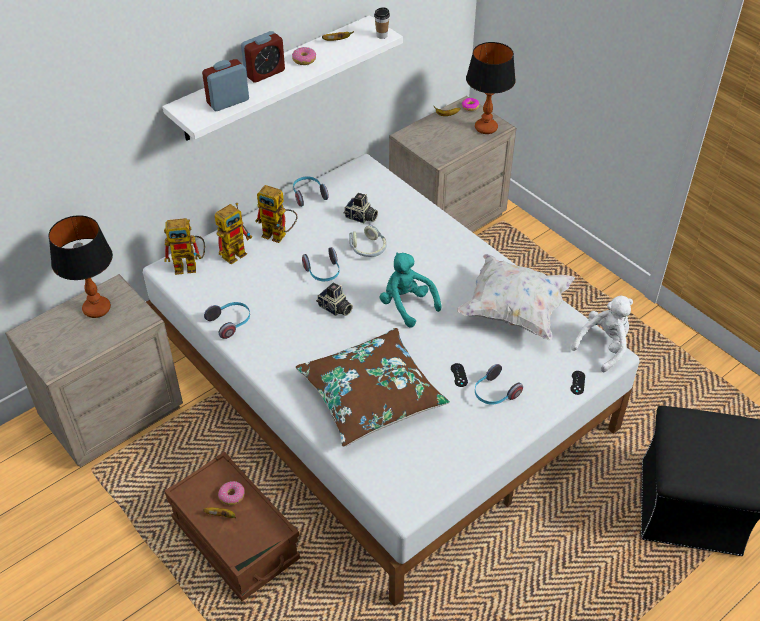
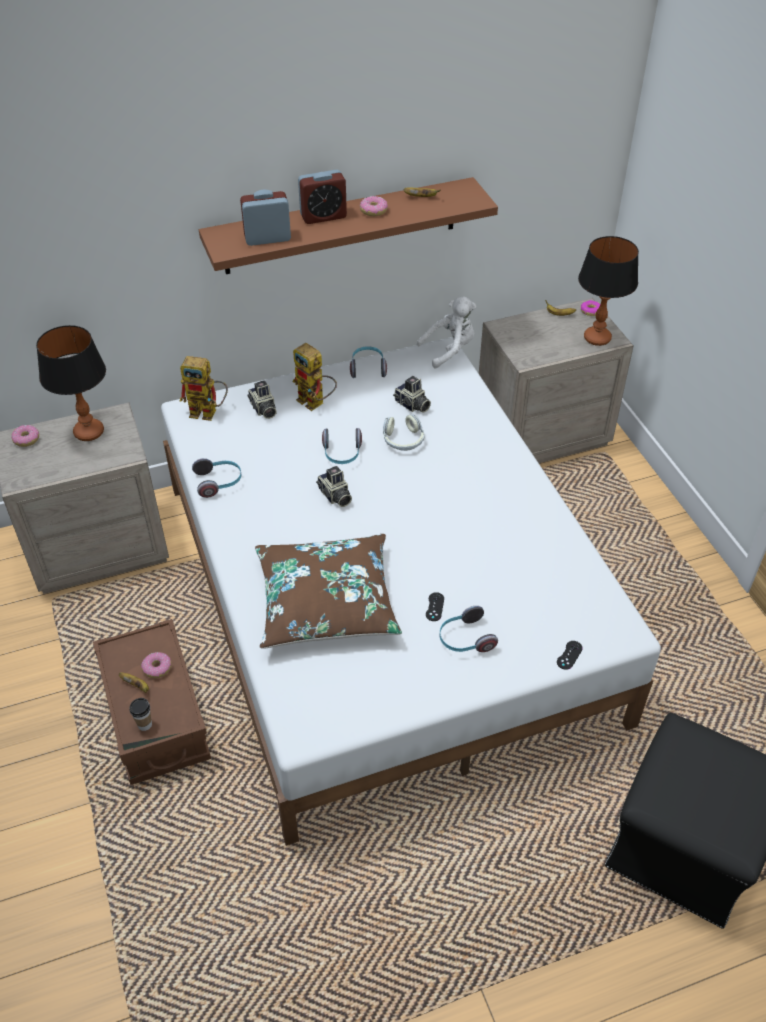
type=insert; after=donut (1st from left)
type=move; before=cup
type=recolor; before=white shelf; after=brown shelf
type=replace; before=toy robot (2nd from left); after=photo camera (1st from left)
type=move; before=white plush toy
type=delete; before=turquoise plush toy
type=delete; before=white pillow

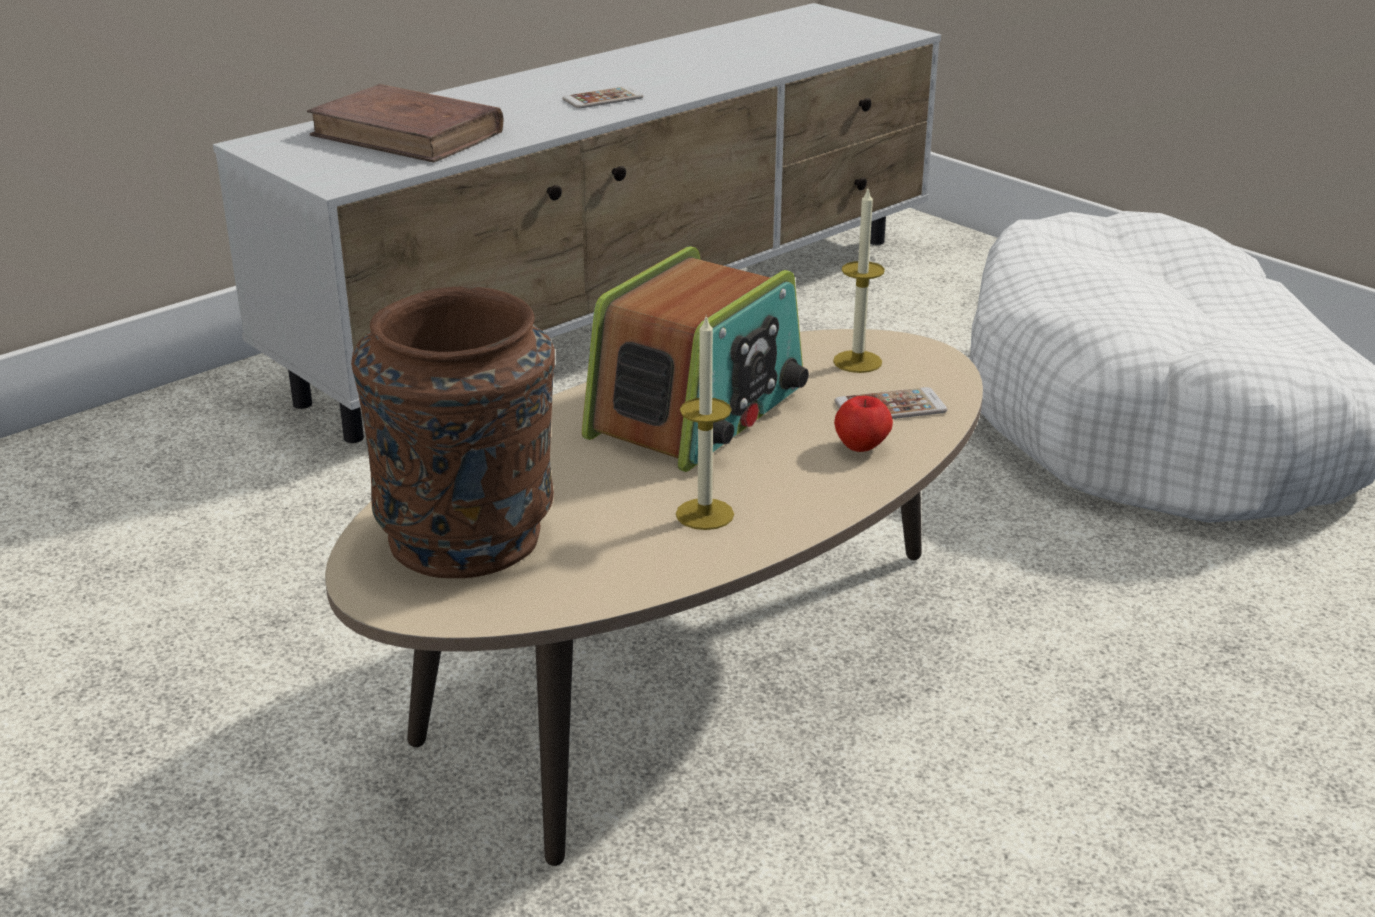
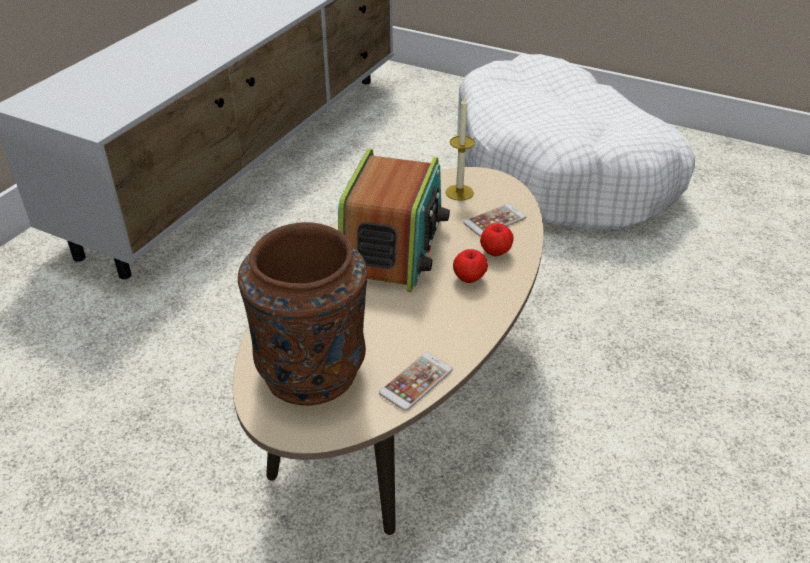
type=move; before=phone (1st from left)
type=insert; after=apple (1st from left)
type=delete; before=brown book
type=delete; before=candle (1st from left)

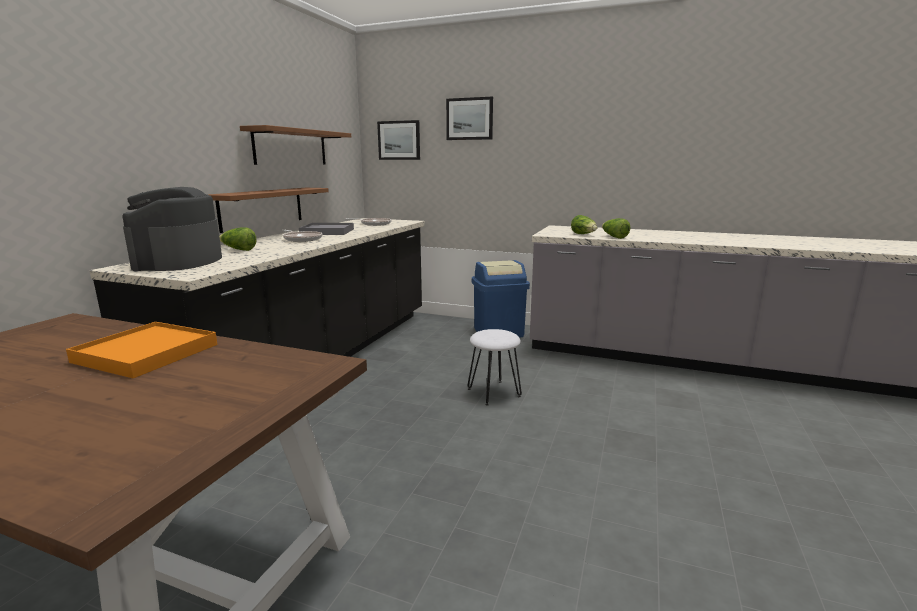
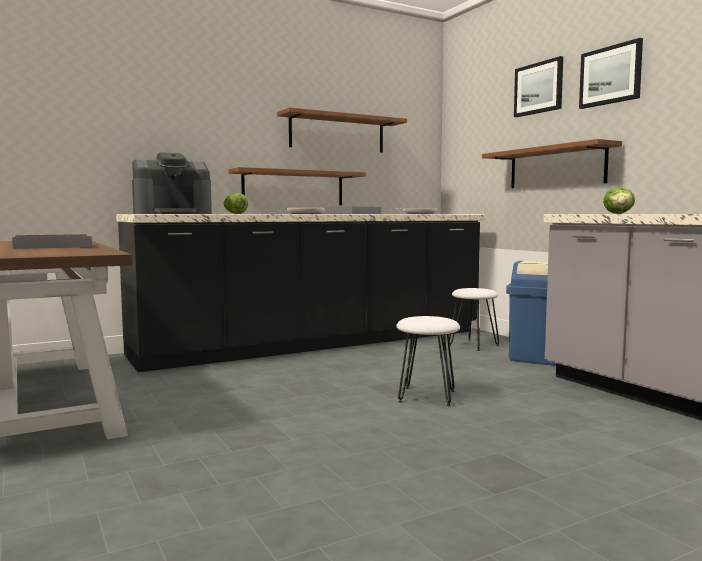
type=recolor; before=orange tray; after=grey tray (1st from left)
type=rotate; before=coffee machine; turn=-150
type=insert; after=white stool (2nd from left)
type=insert; after=brown shelf (3rd from left)
type=move; before=picture (1st from left in the first image); after=picture (2nd from left)
type=delete; before=lettuce (3rd from left)

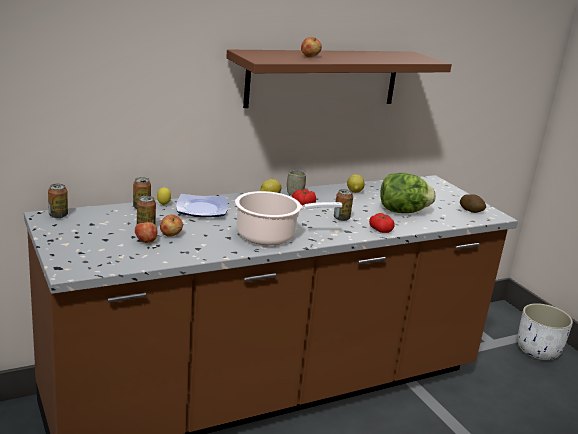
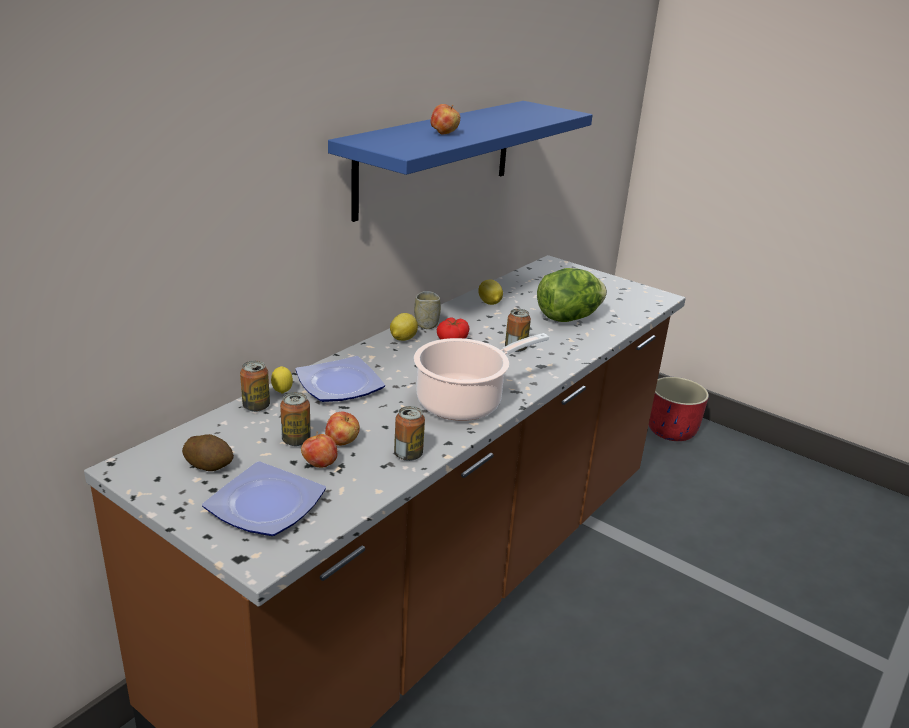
type=move; before=potato
type=insert; after=plate (1st from left)
type=recolor; before=brown shelf; after=blue shelf
type=move; before=can (1st from left in the first image); after=can (3rd from left)
type=recolor; before=white planter; after=red planter
type=delete; before=tomato (2nd from left)

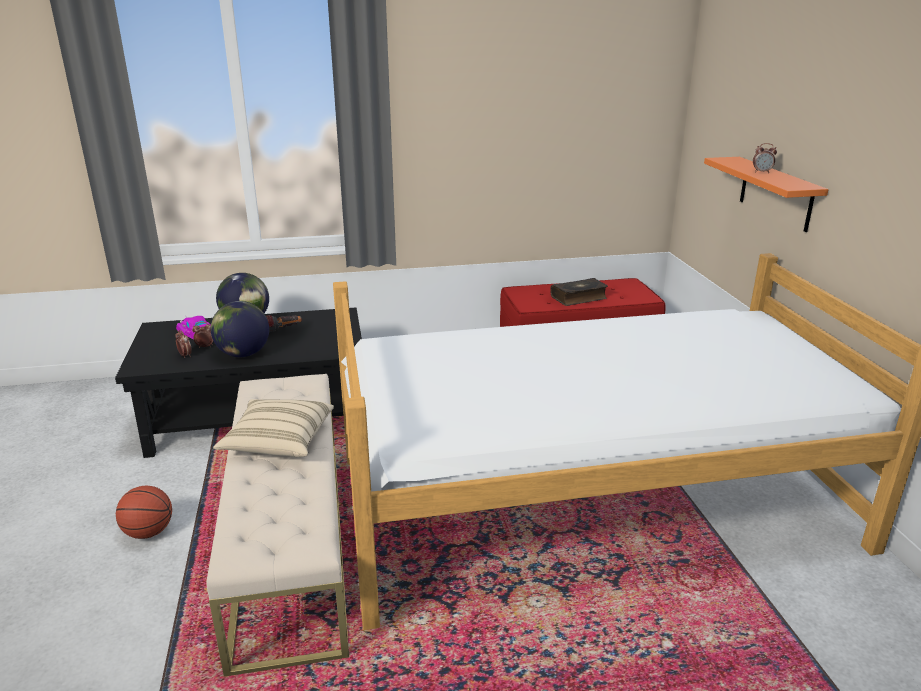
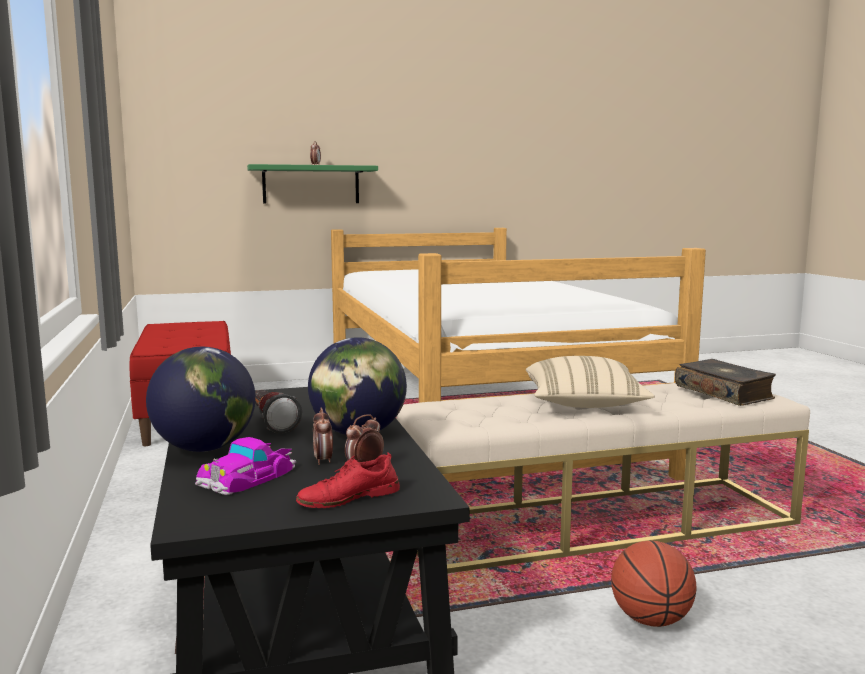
type=recolor; before=orange shelf; after=green shelf
type=insert; after=red shoe
type=move; before=book

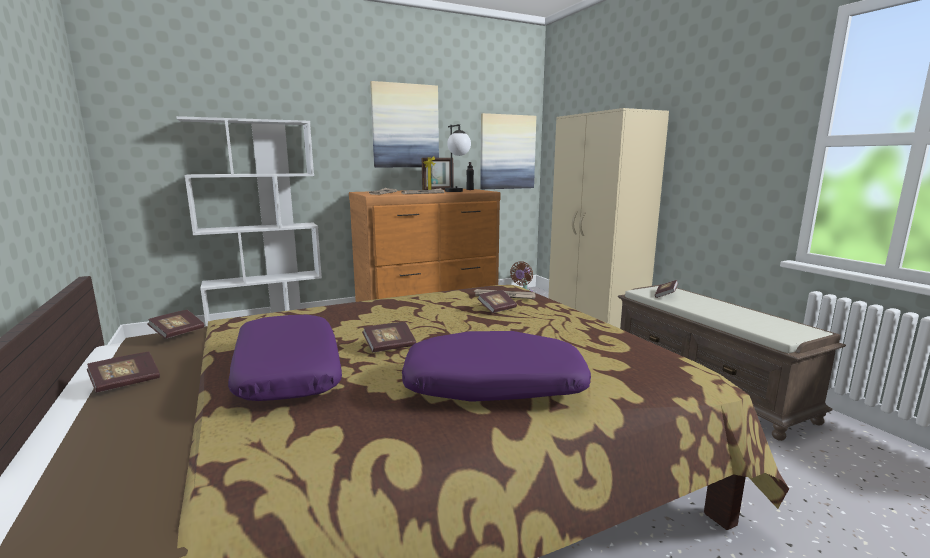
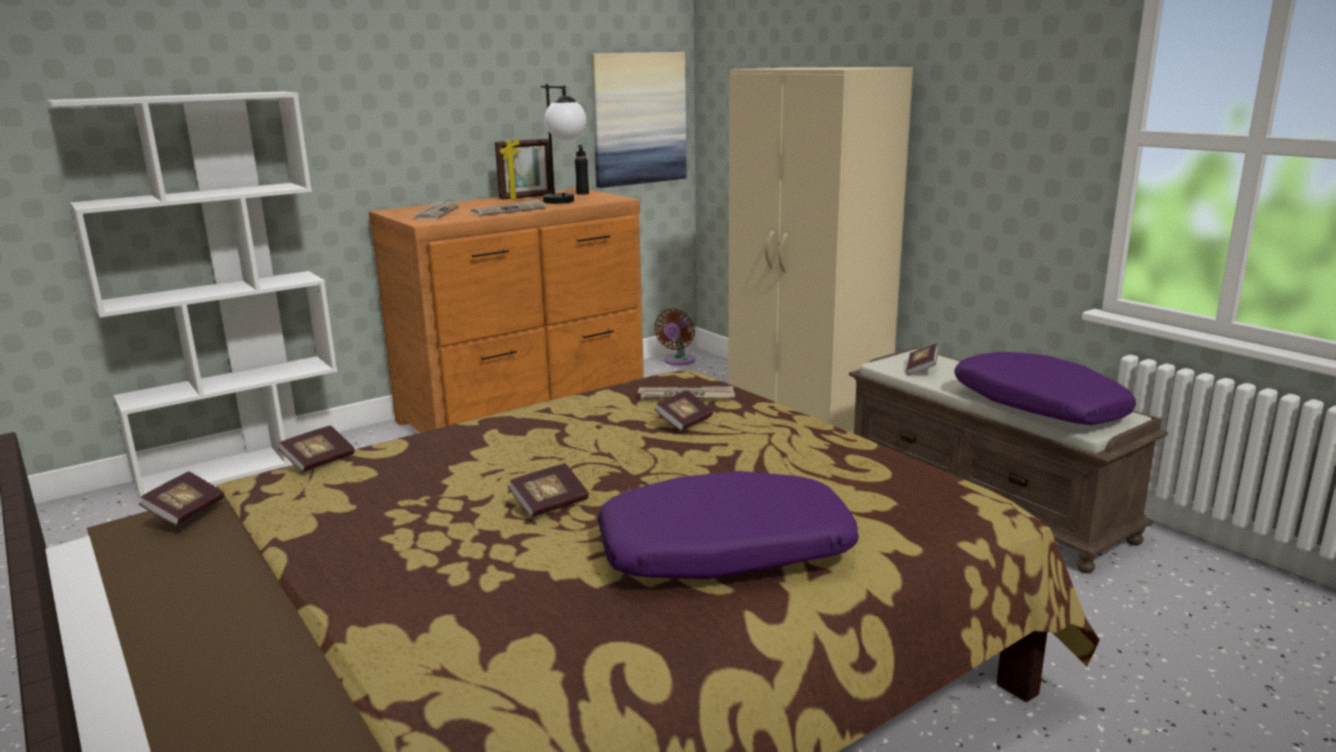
type=move; before=book (1st from left in the first image); after=book (2nd from left)
type=move; before=purple pillow (1st from left in the first image); after=purple pillow (2nd from left)
type=delete; before=picture (1st from left)

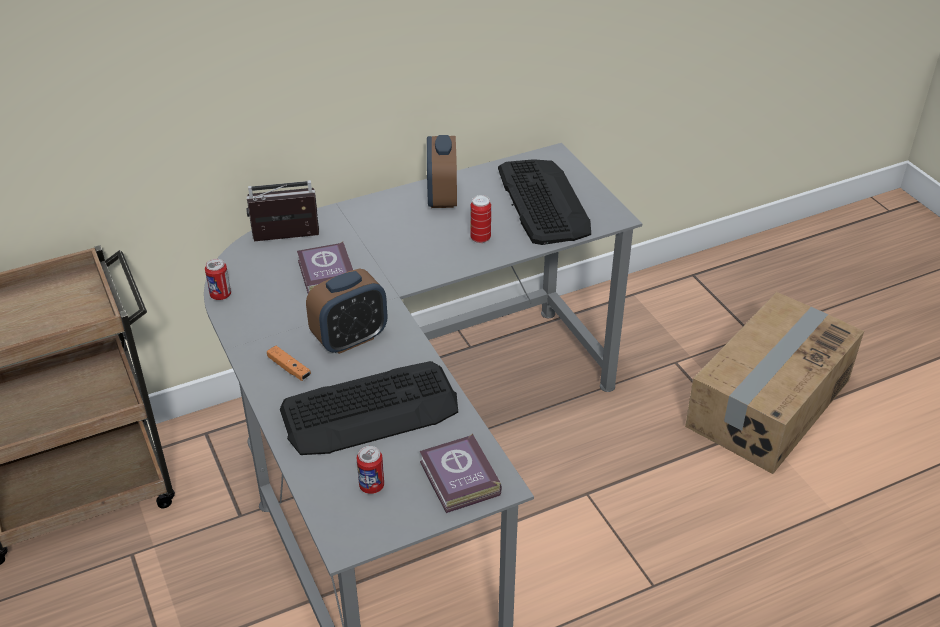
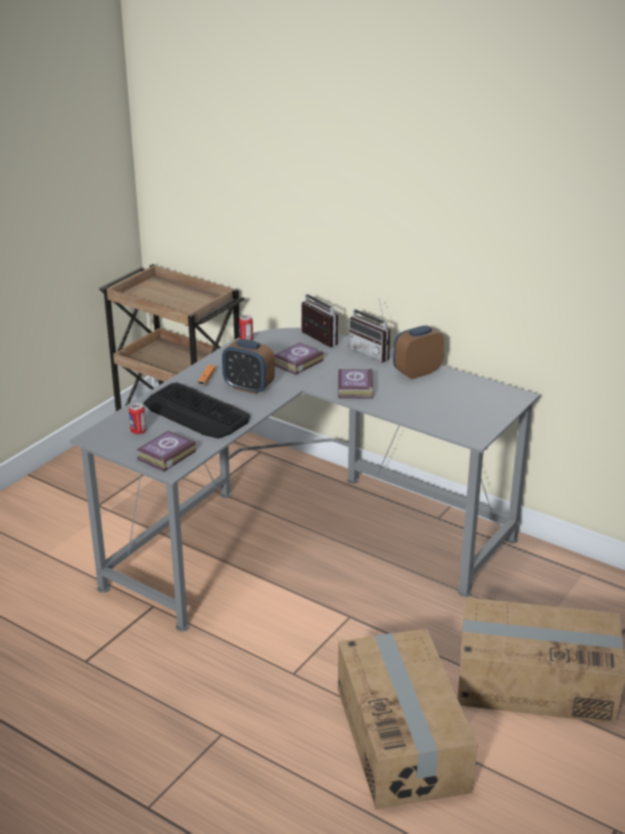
type=insert; after=book (3rd from left)
type=insert; after=cardboard box (1st from left)
type=insert; after=radio (2nd from left)
type=delete; before=can (3rd from left)
type=delete; before=keyboard (2nd from left)

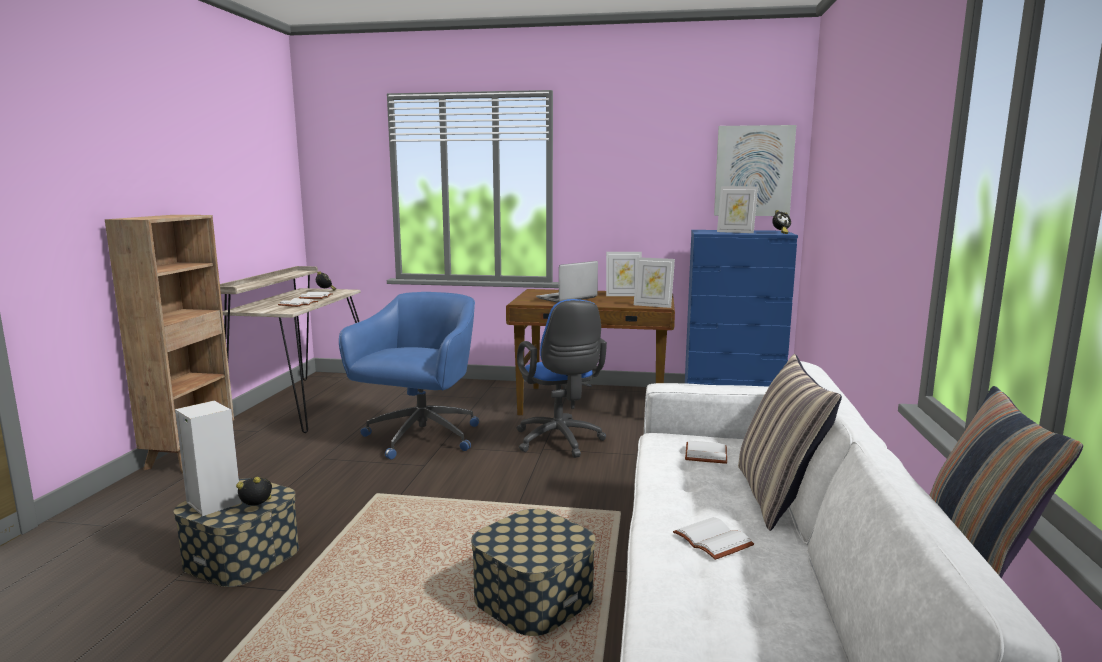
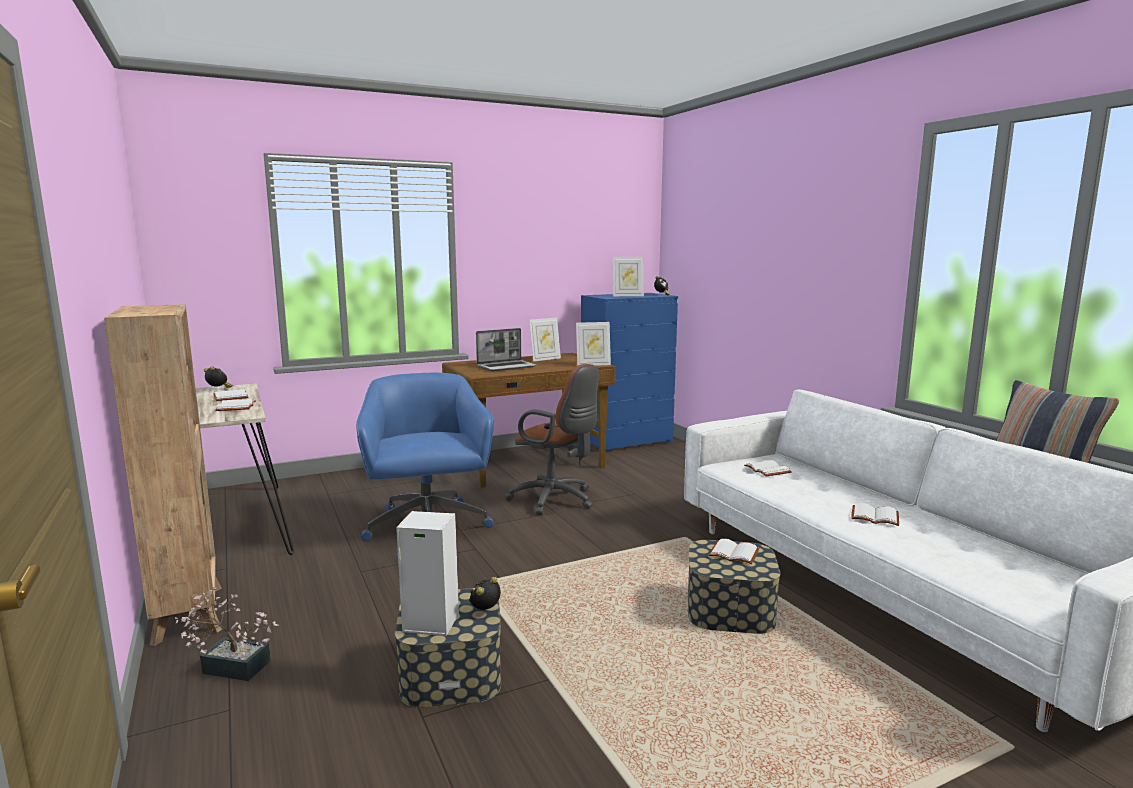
type=insert; after=potted plant
type=rotate; before=laptop; turn=-135
type=recolor; before=blue office chair (2nd from left); after=brown office chair
type=insert; after=white book (3rd from left)
type=delete; before=picture
type=delete; before=pillow (1st from left)

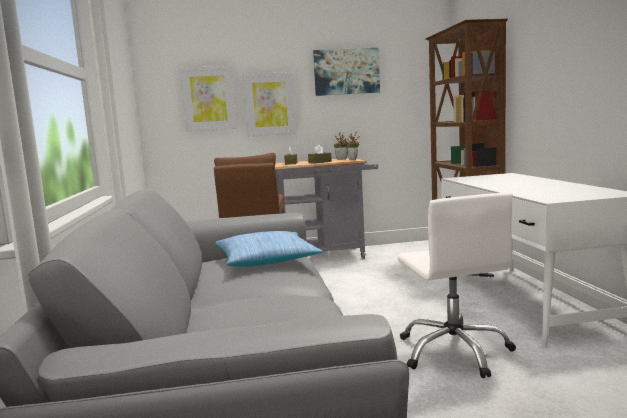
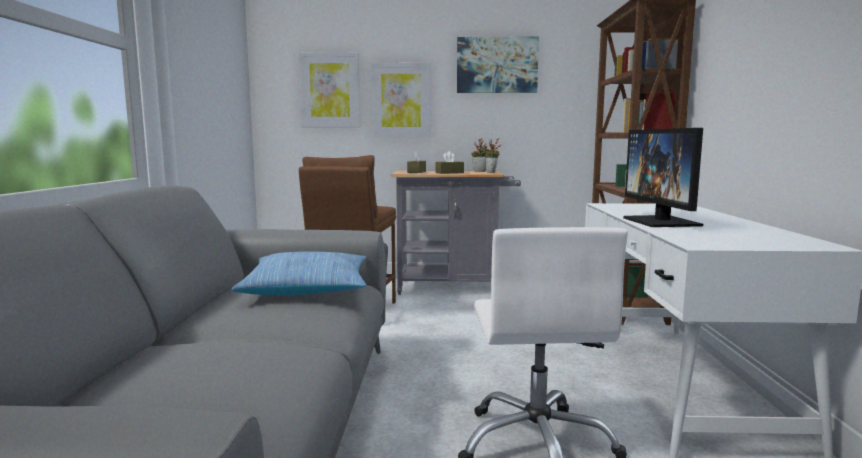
type=insert; after=monitor

